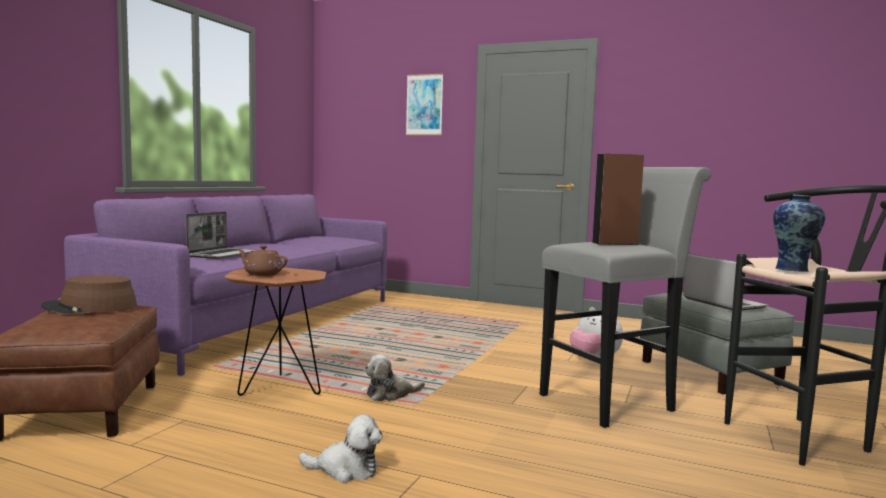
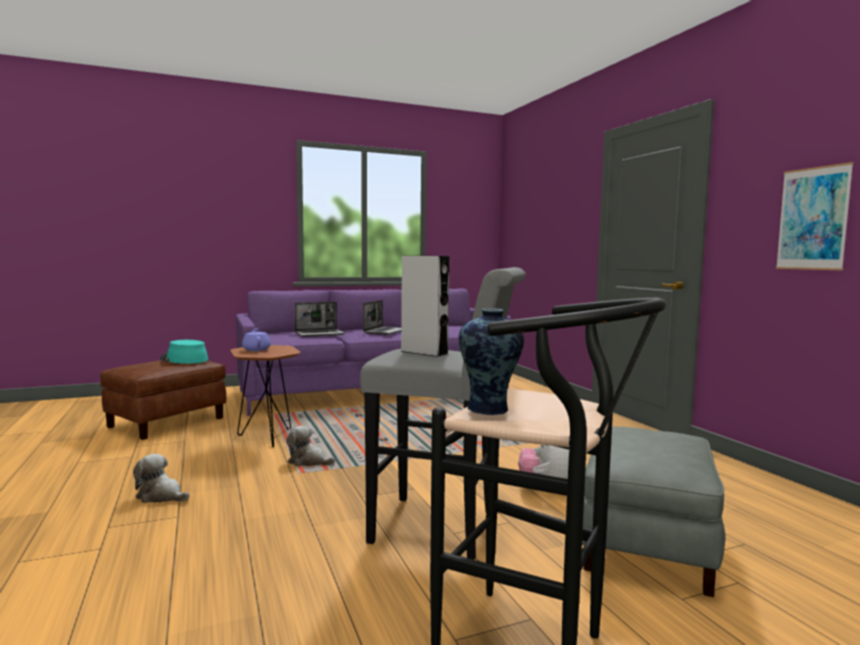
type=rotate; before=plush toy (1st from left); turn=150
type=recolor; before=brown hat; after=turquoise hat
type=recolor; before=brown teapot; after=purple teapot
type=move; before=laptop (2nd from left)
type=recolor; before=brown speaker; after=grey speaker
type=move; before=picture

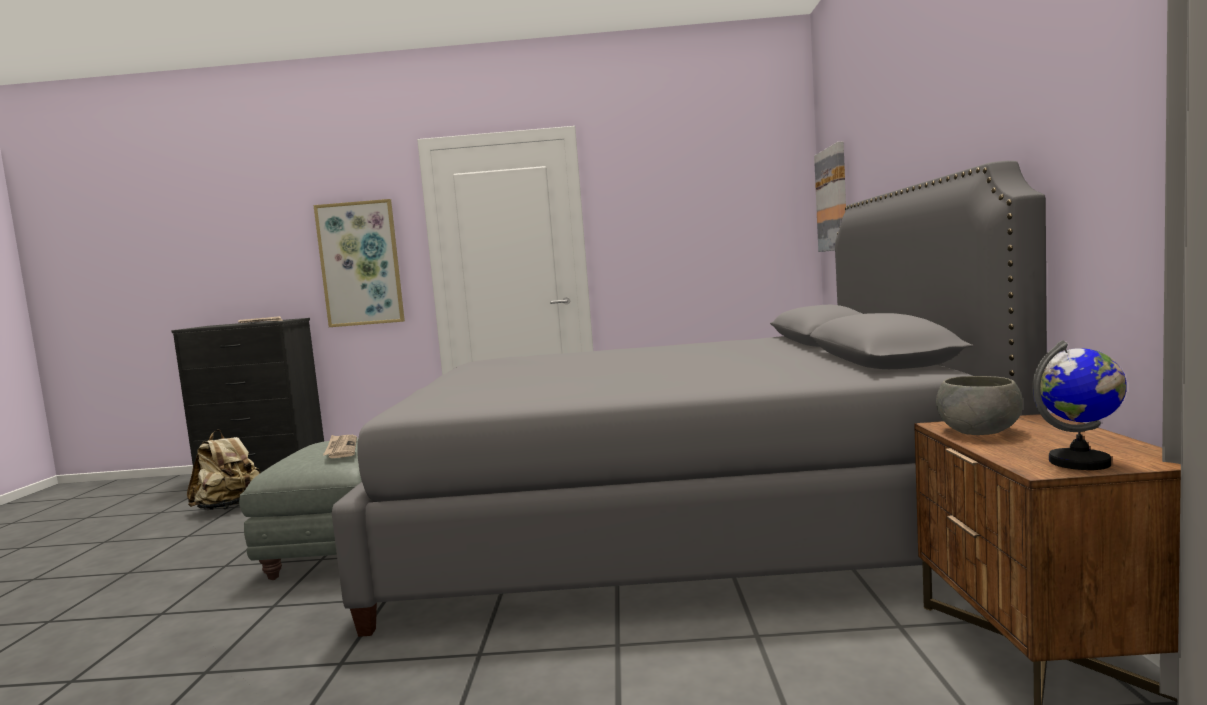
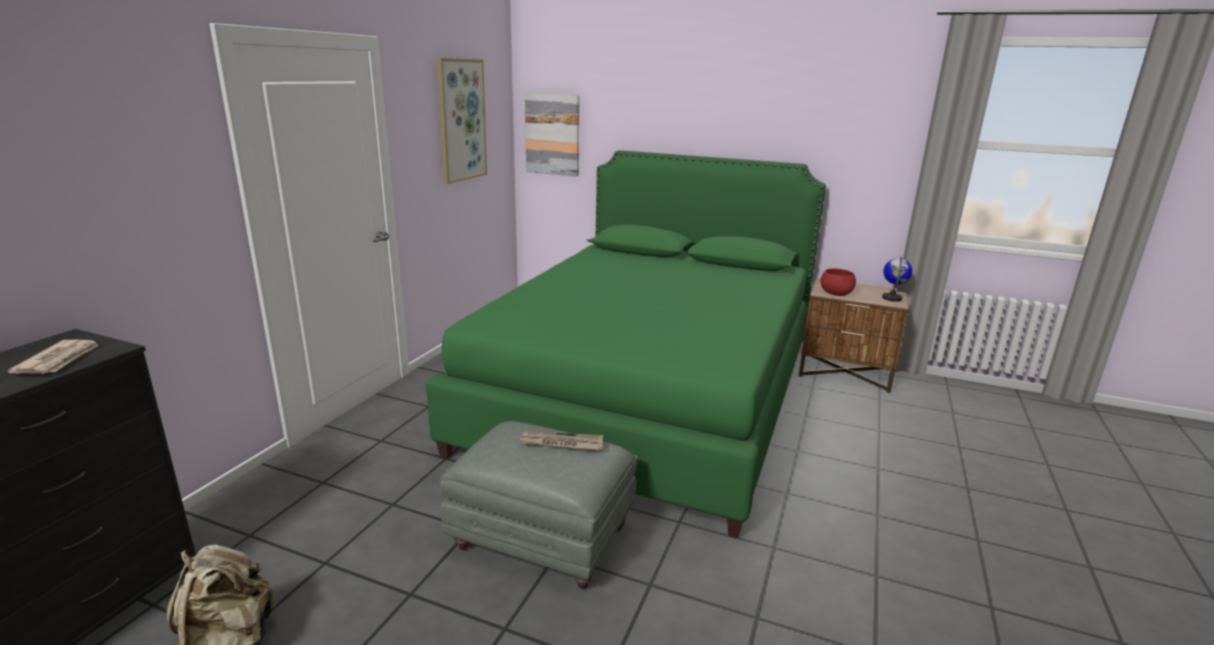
type=recolor; before=grey bed; after=green bed
type=move; before=picture (1st from left)
type=recolor; before=grey bowl; after=red bowl

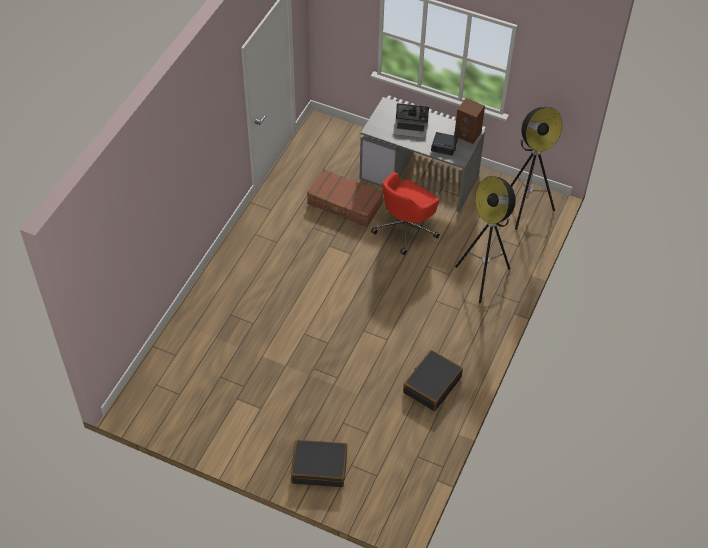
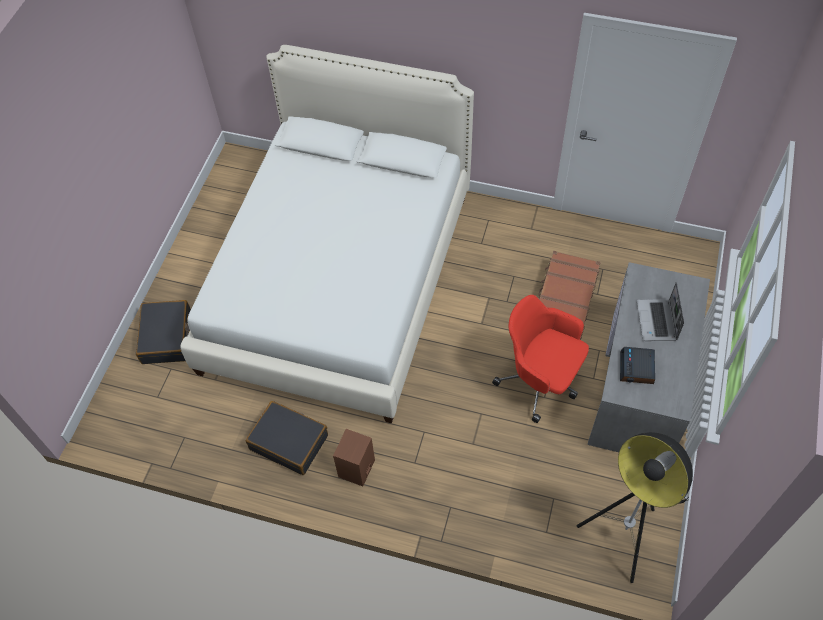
type=insert; after=white bed
type=move; before=brown speaker
type=delete; before=floor lamp (1st from left)

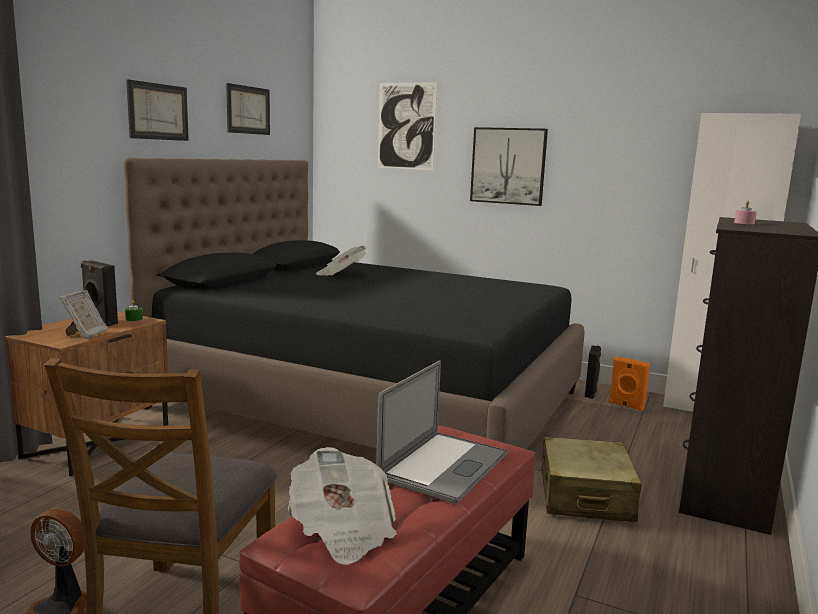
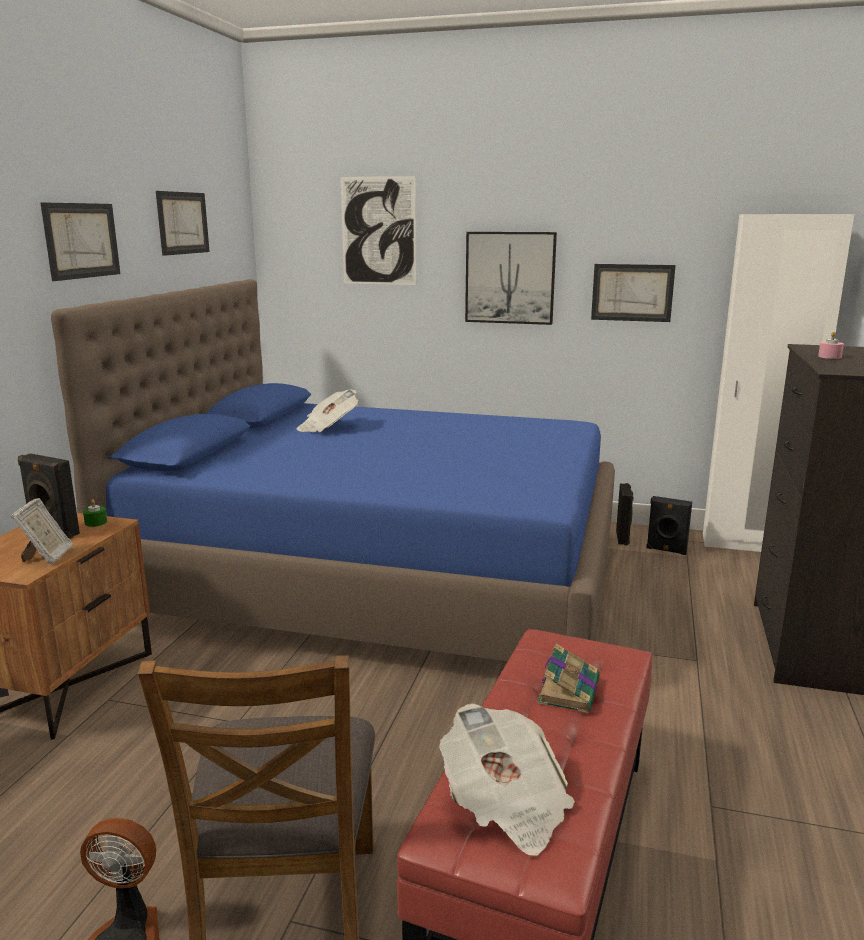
type=recolor; before=black bed; after=blue bed
type=replace; before=laptop; after=book
type=insert; after=picture (5th from left)
type=recolor; before=orange speaker; after=black speaker (3rd from left)
type=delete; before=beige suitcase

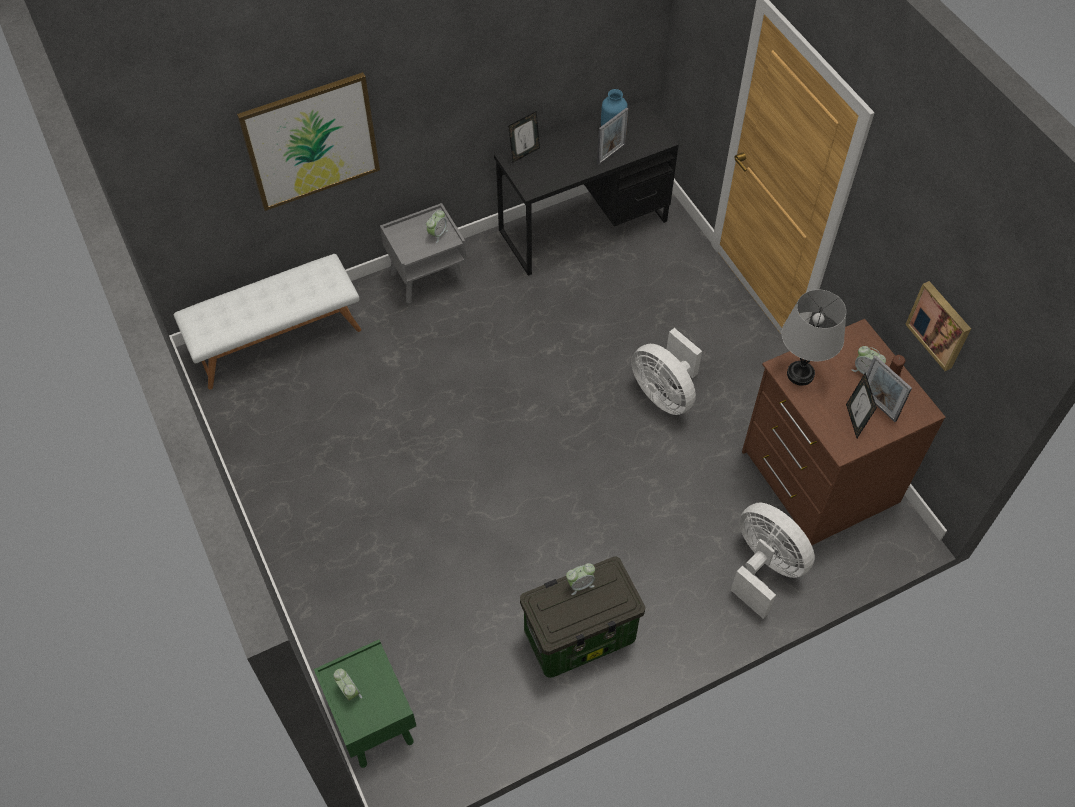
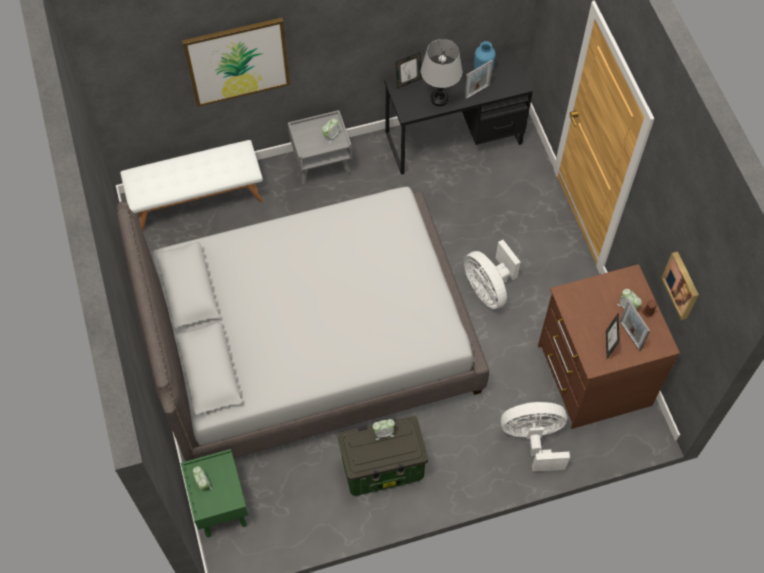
type=insert; after=grey bed
type=move; before=grey table lamp
type=rotate; before=white fan (2nd from left); turn=-60

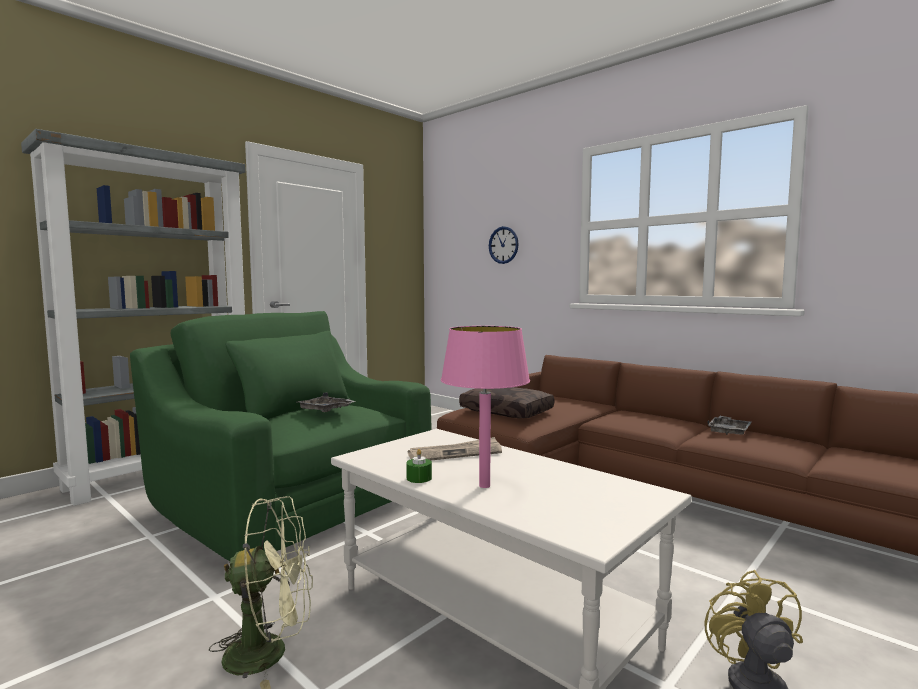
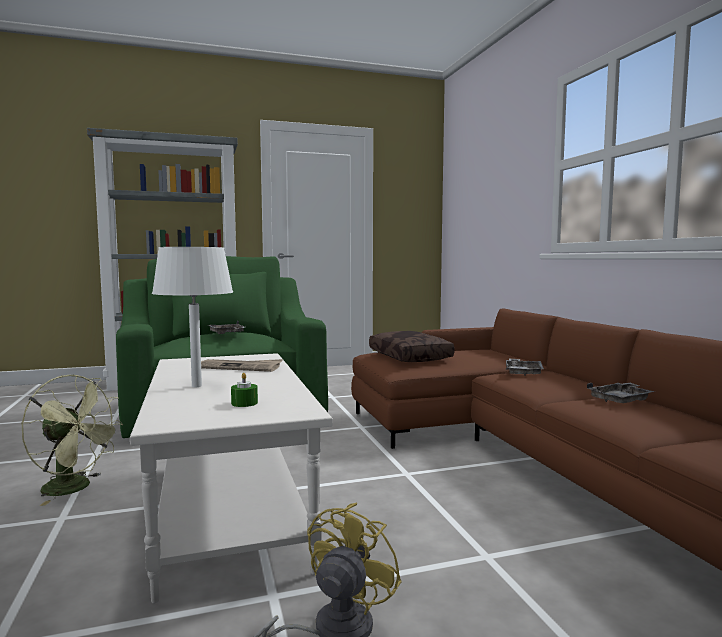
type=recolor; before=pink table lamp; after=white table lamp
type=move; before=green candle
type=insert; after=grey tray (2nd from left)
type=delete; before=wall clock

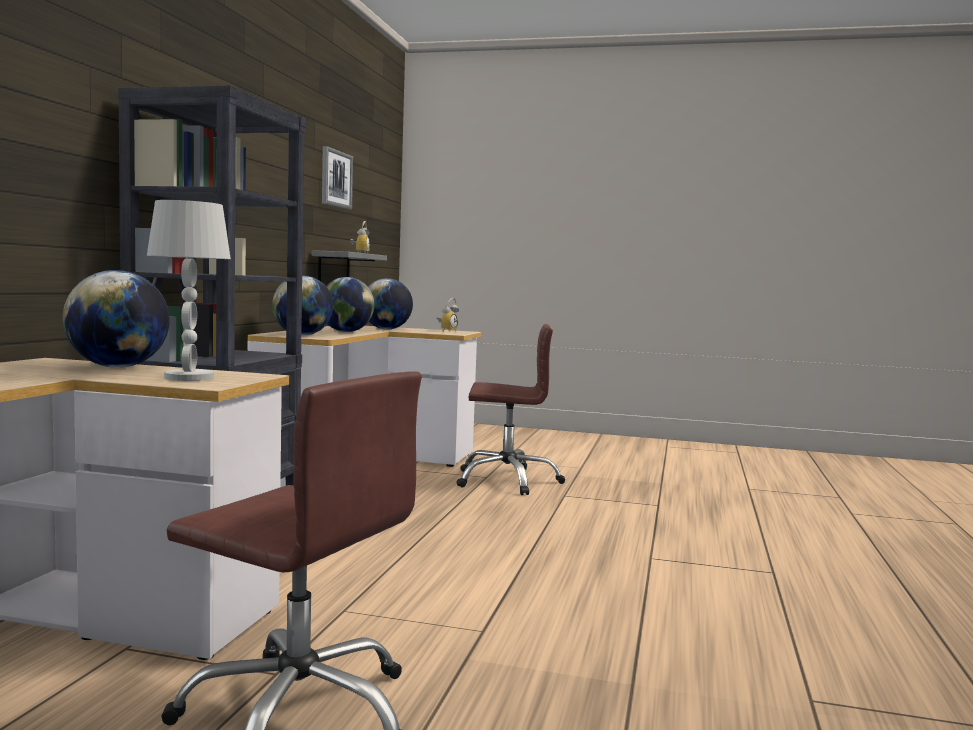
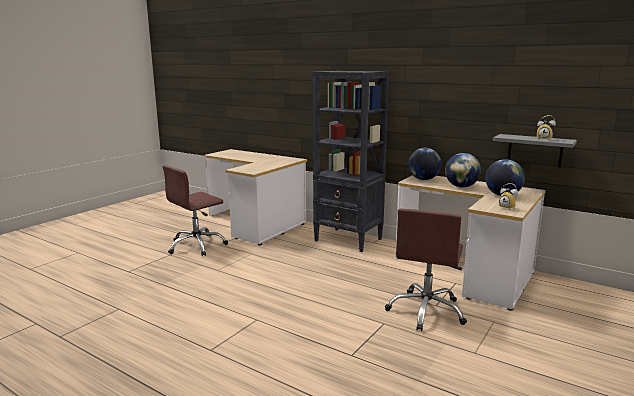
type=delete; before=globe (1st from left)
type=delete; before=white table lamp
type=delete; before=picture

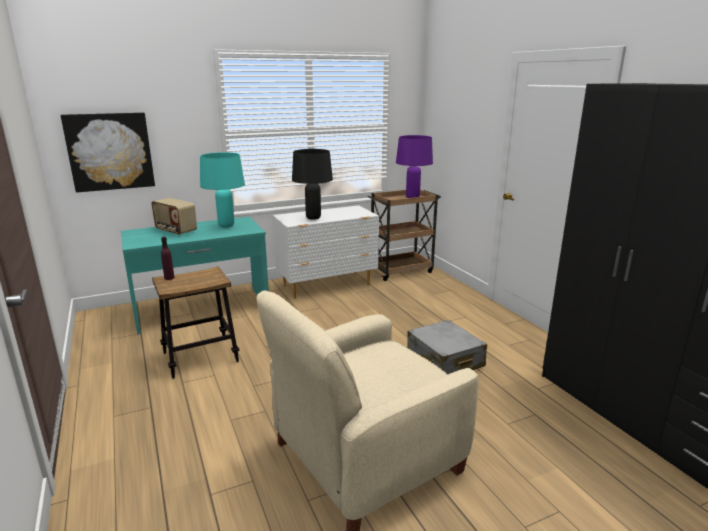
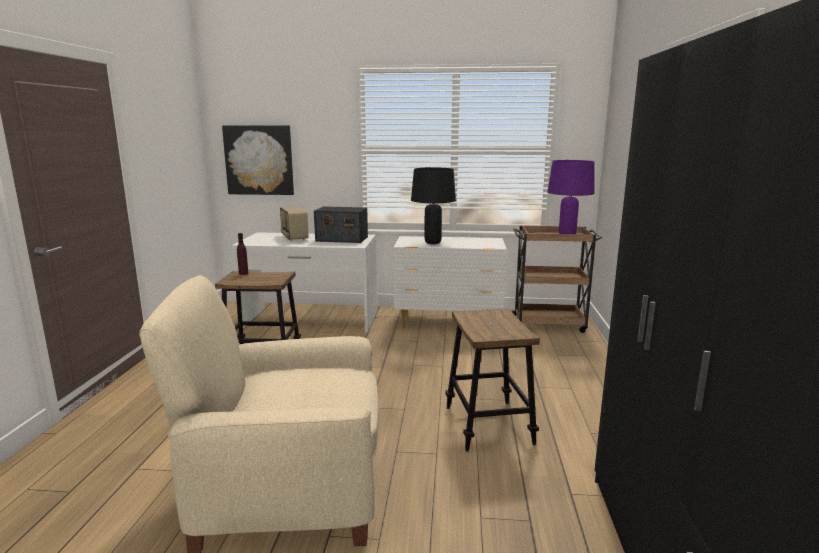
type=recolor; before=turquoise desk; after=white desk
type=replace; before=turquoise table lamp; after=radio (2nd from left)
type=replace; before=grey suitcase; after=stool (2nd from left)

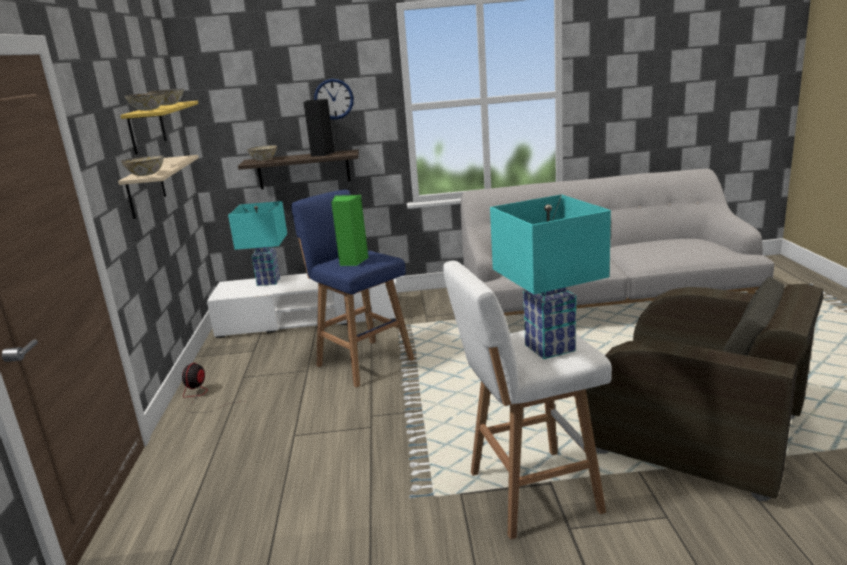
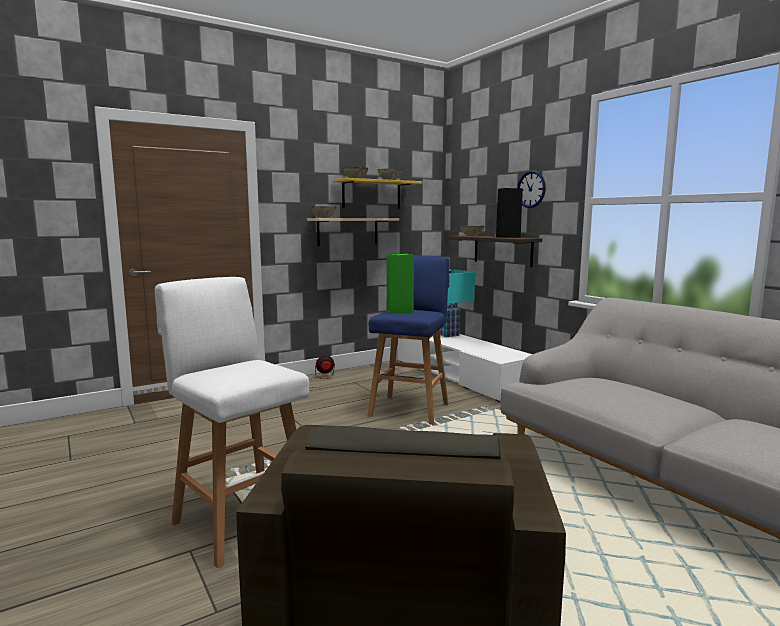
type=delete; before=turquoise table lamp (2nd from left)

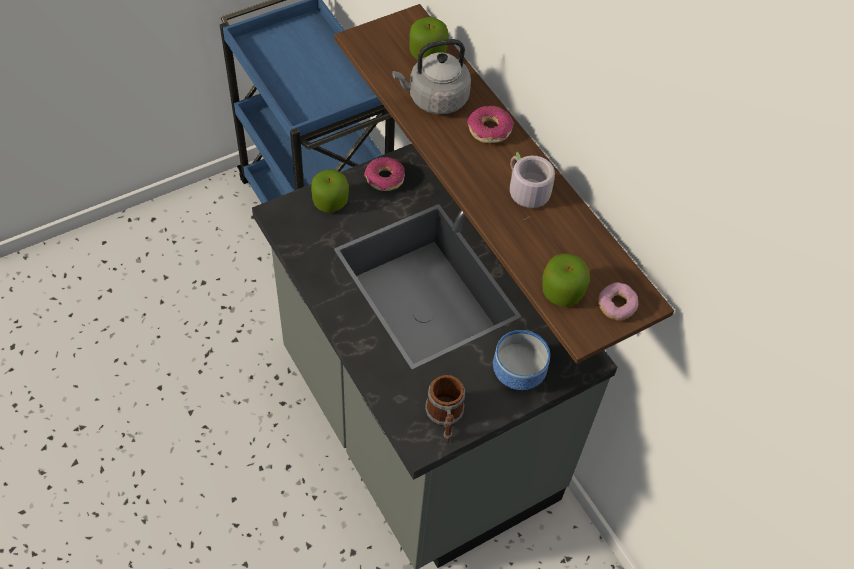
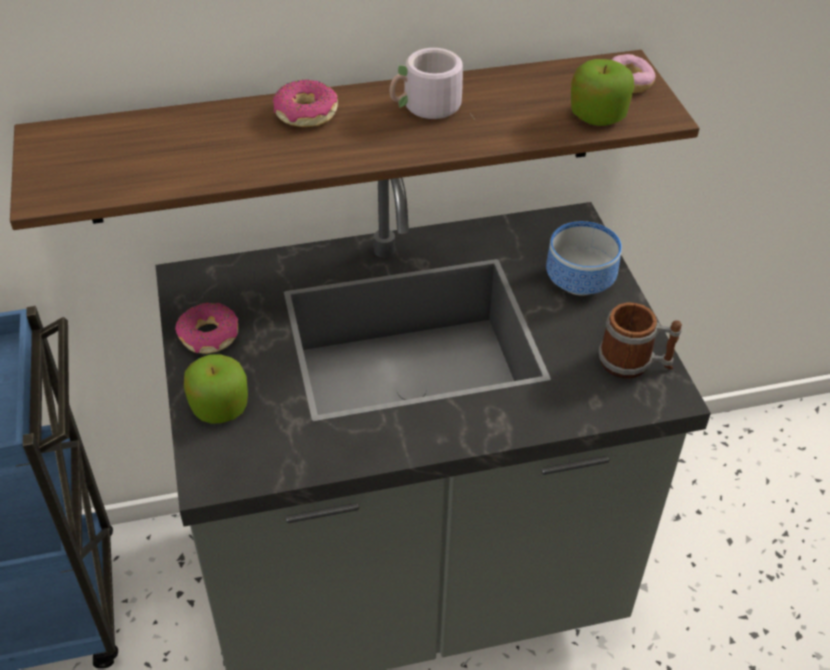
type=delete; before=grey kettle
type=delete; before=apple (2nd from left)

